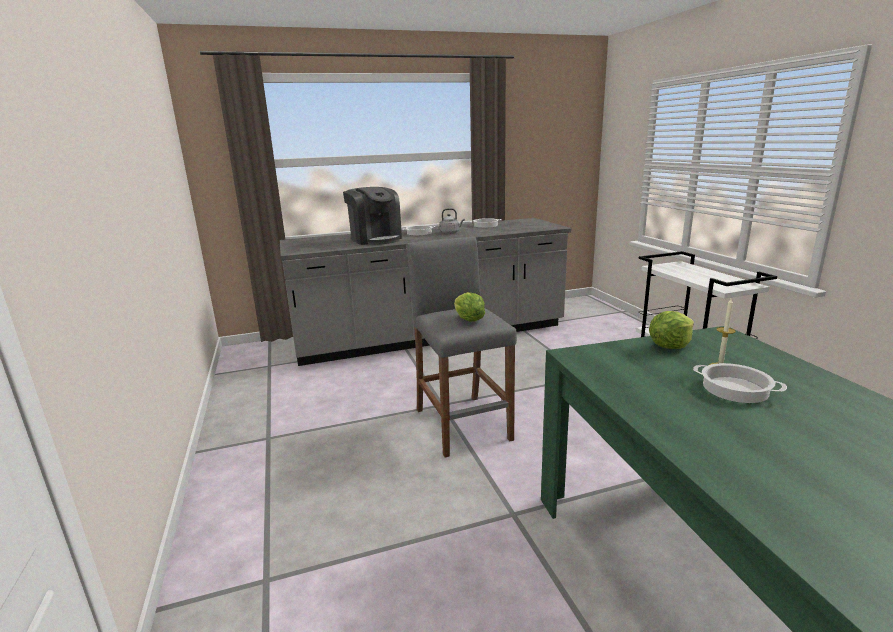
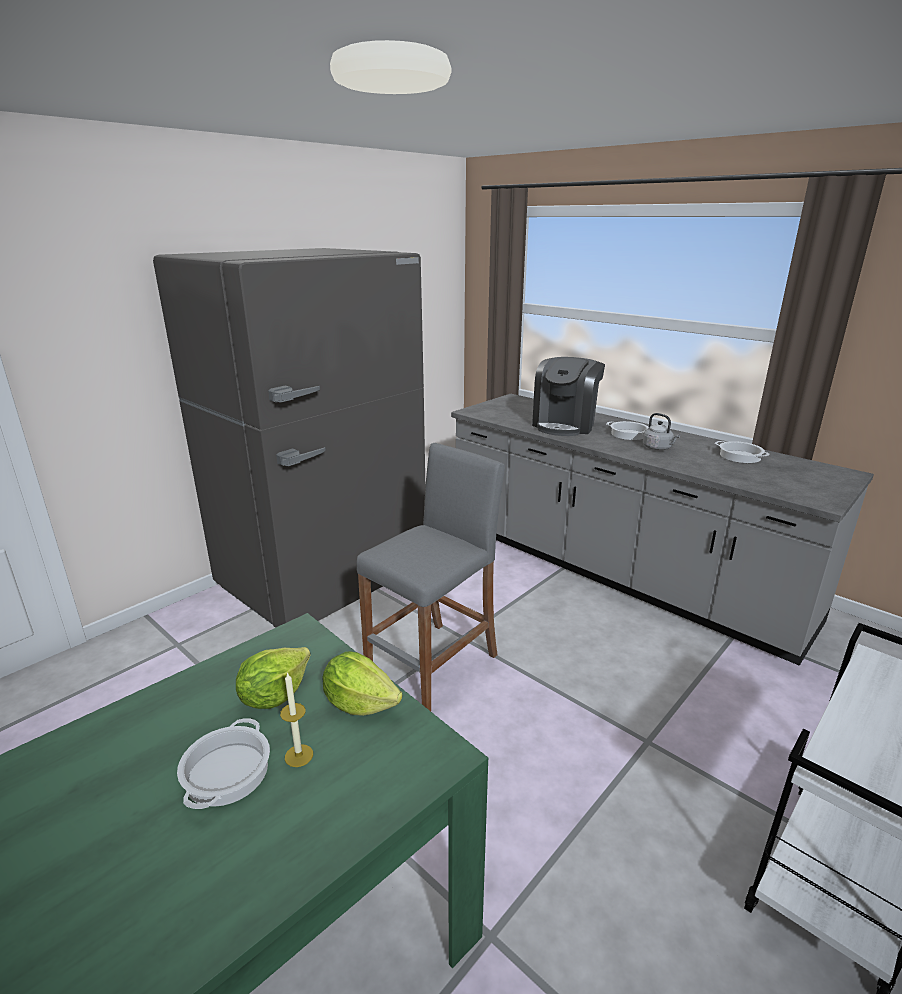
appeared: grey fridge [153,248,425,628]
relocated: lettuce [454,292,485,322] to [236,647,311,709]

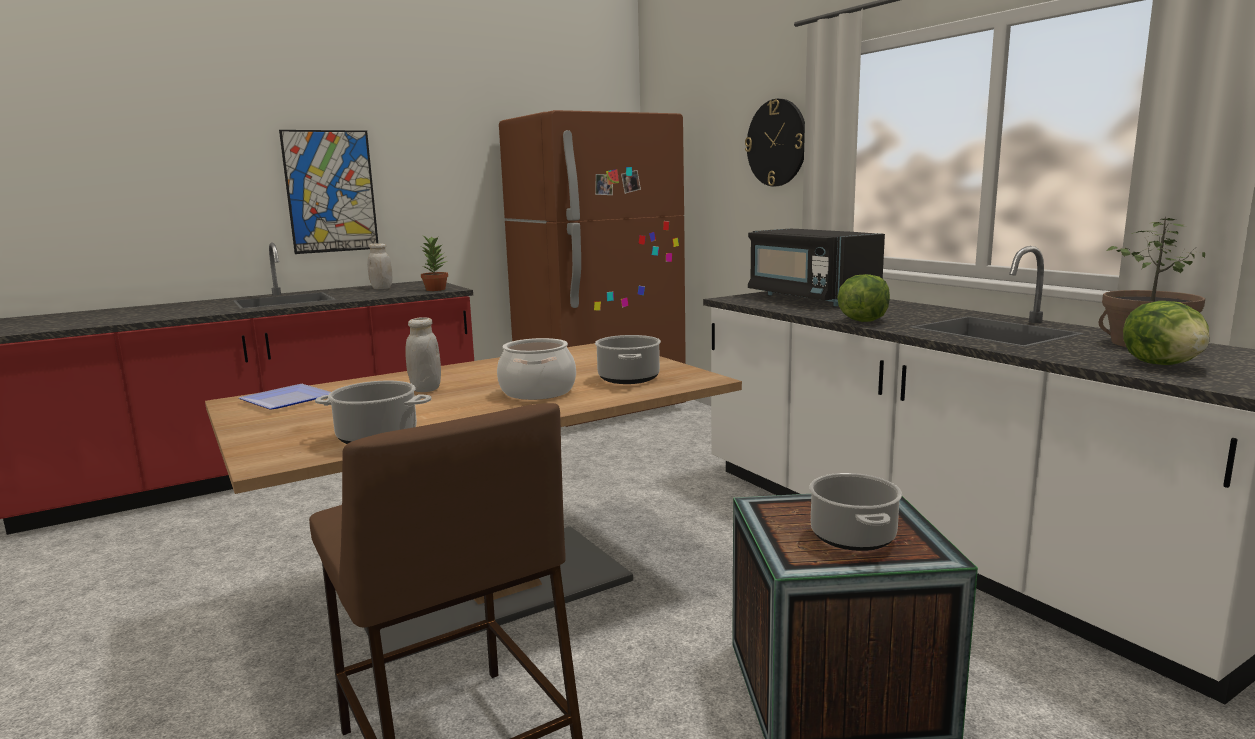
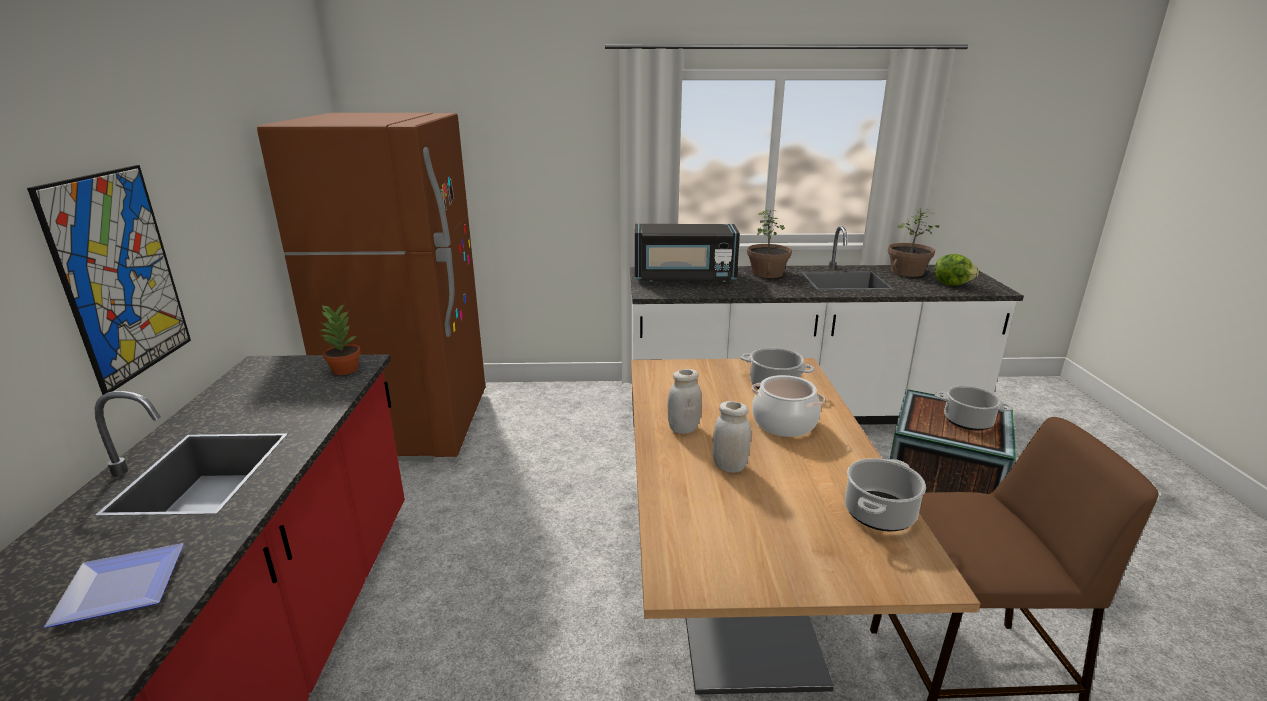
missing: wall clock [745,99,805,186]; lettuce [837,274,890,322]
appeared: potted plant [747,209,792,278]
relocated: plate [239,384,331,410] to [44,543,183,628]; white jar [367,243,392,289] to [668,369,702,434]

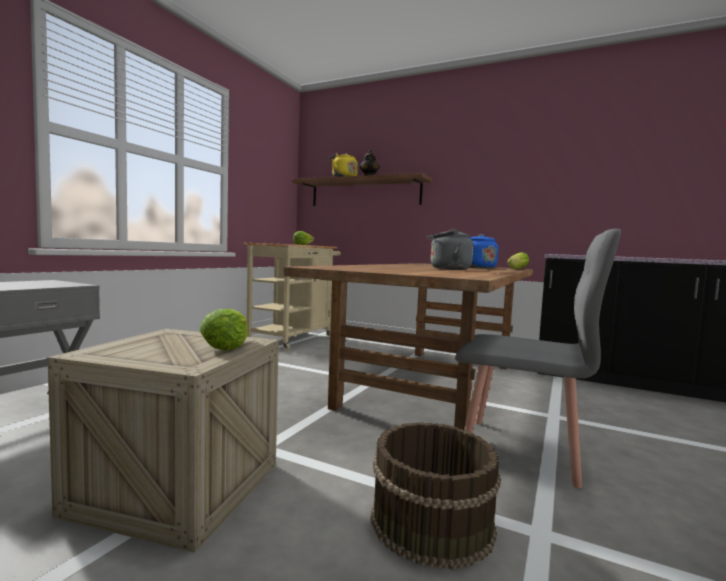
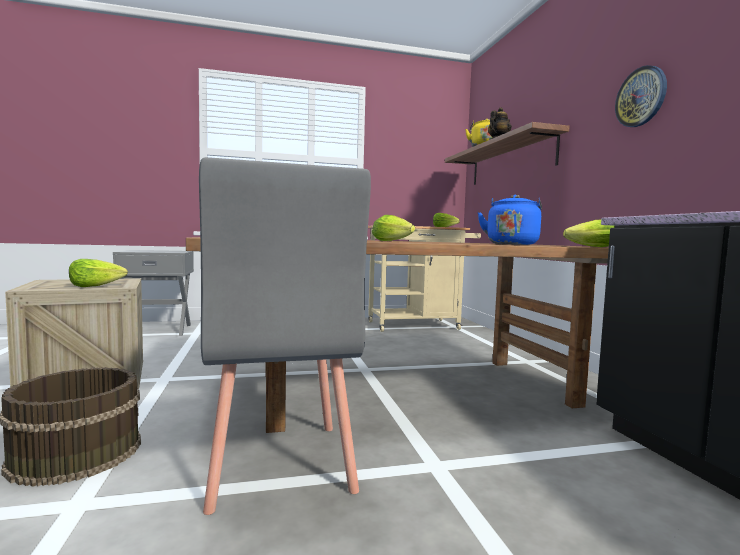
appeared: wall clock [615,65,667,127]
exchanged: grey kettle [427,229,473,270] to lettuce [372,215,415,241]

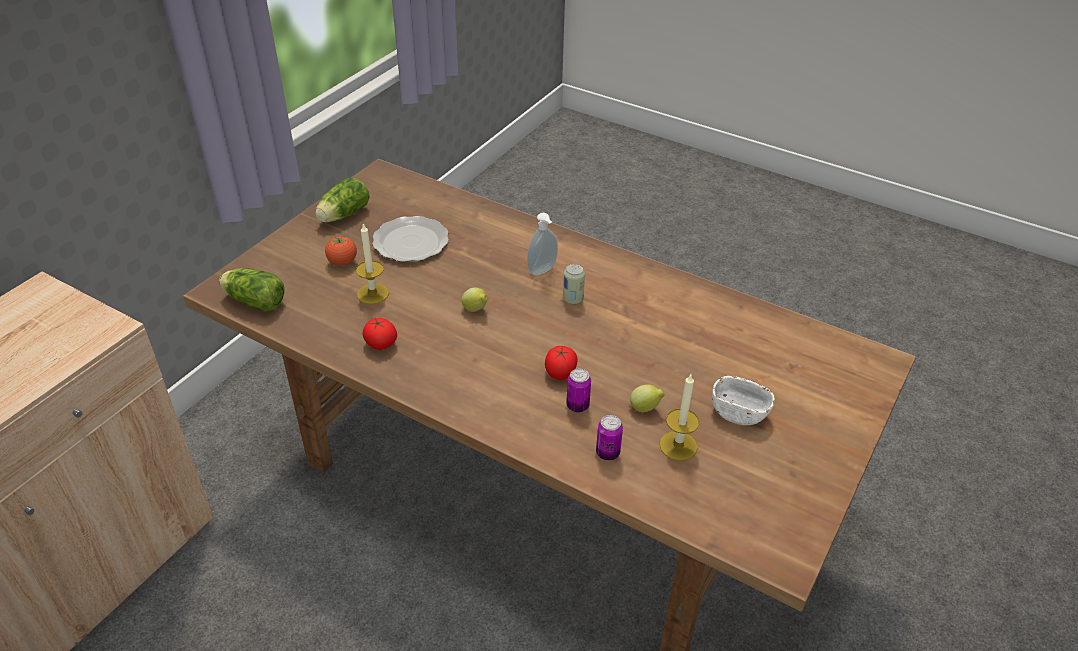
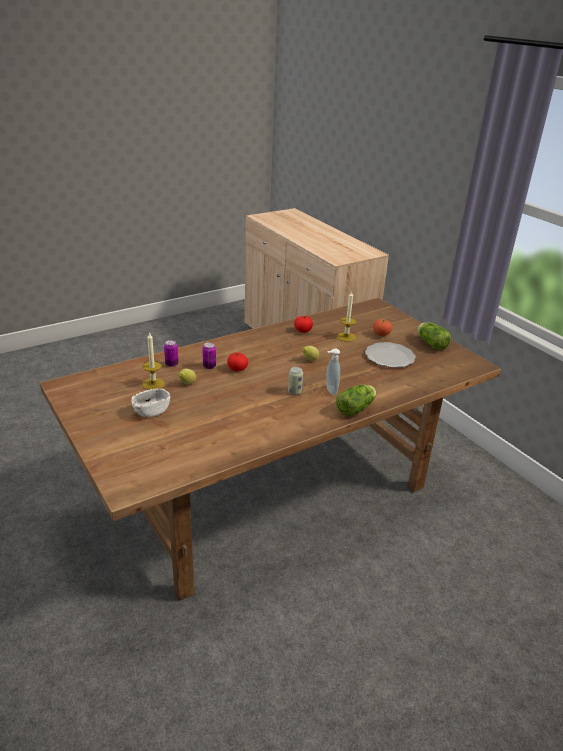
relocated: lettuce [219,268,285,311] to [336,384,376,416]

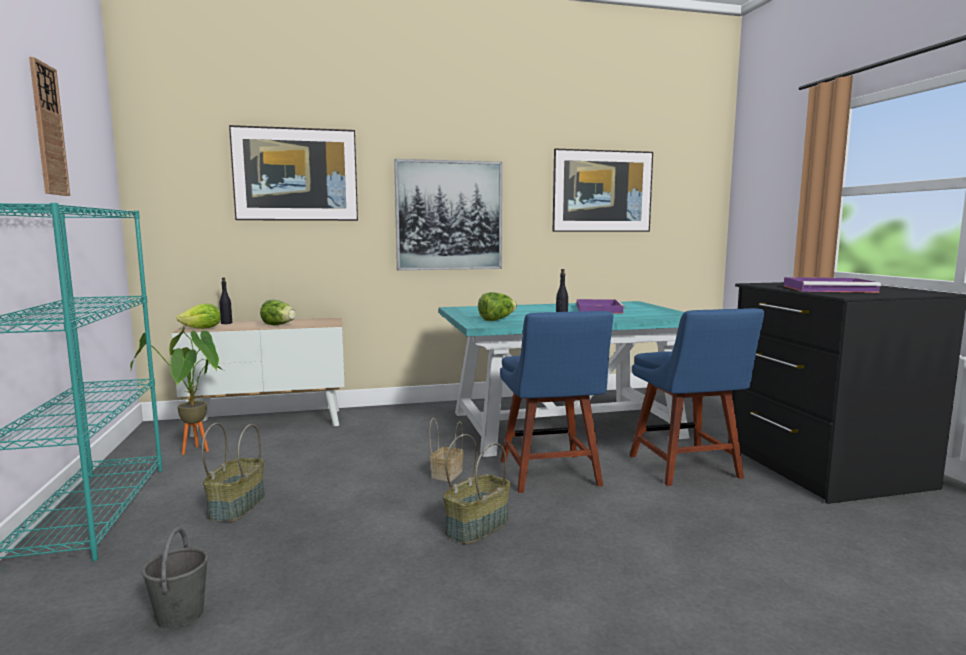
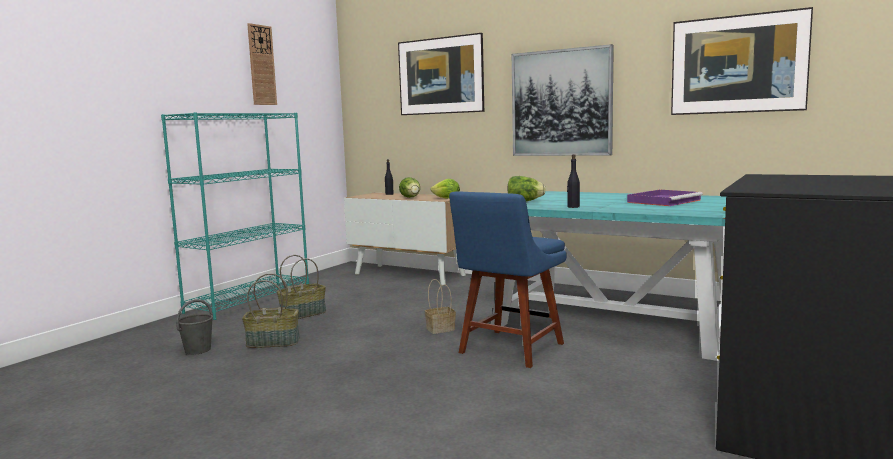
missing: potted plant [130,324,223,455]; blue chair [629,308,764,486]; purple tray [784,277,881,293]
relocated: lettuce [177,303,221,329] to [431,179,460,199]; basket [443,434,511,544] to [242,273,300,348]

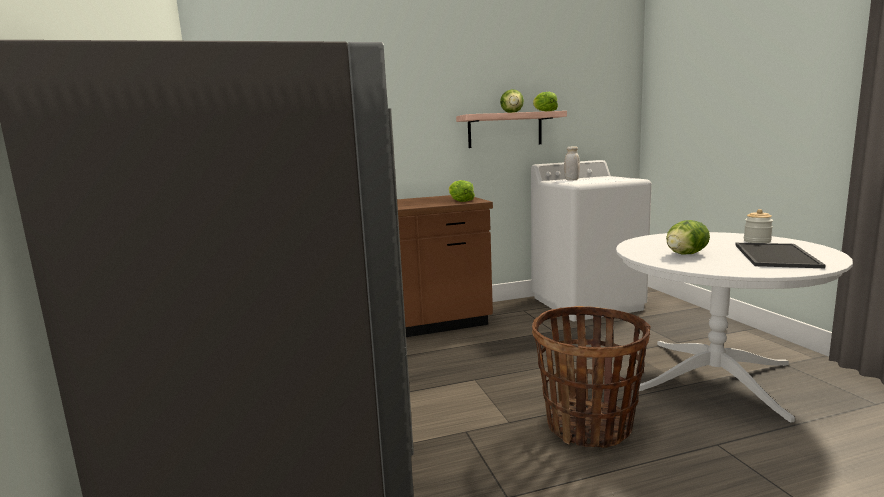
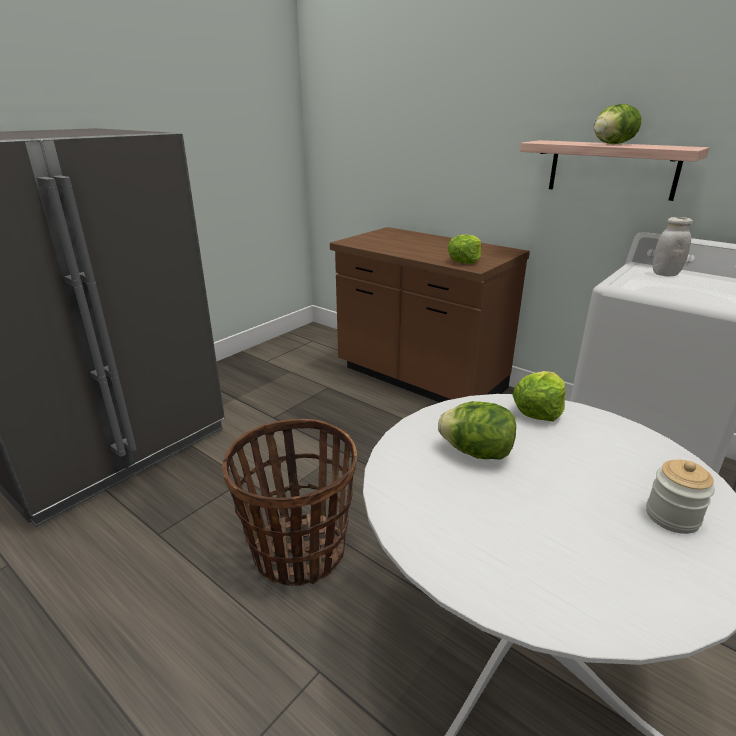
missing: tray [735,243,826,268]
relocated: lettuce [533,92,558,111] to [512,371,565,422]

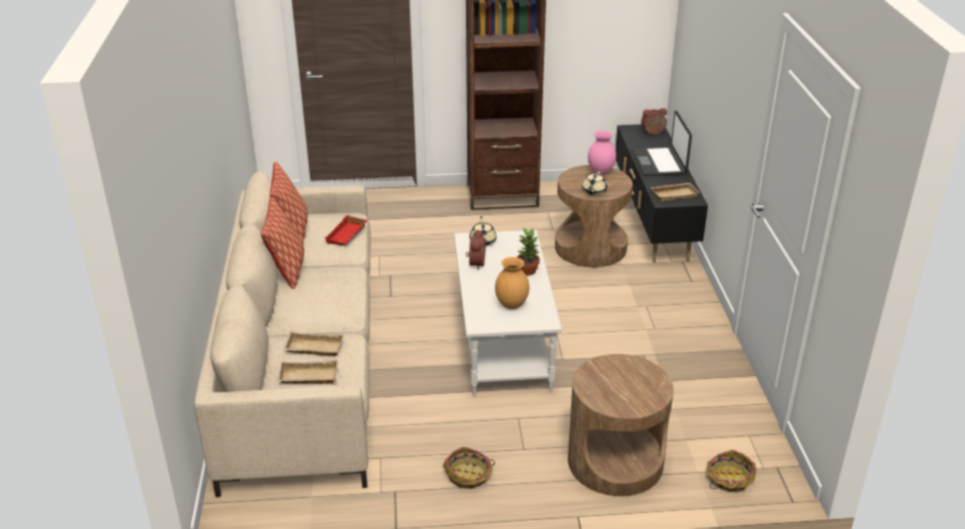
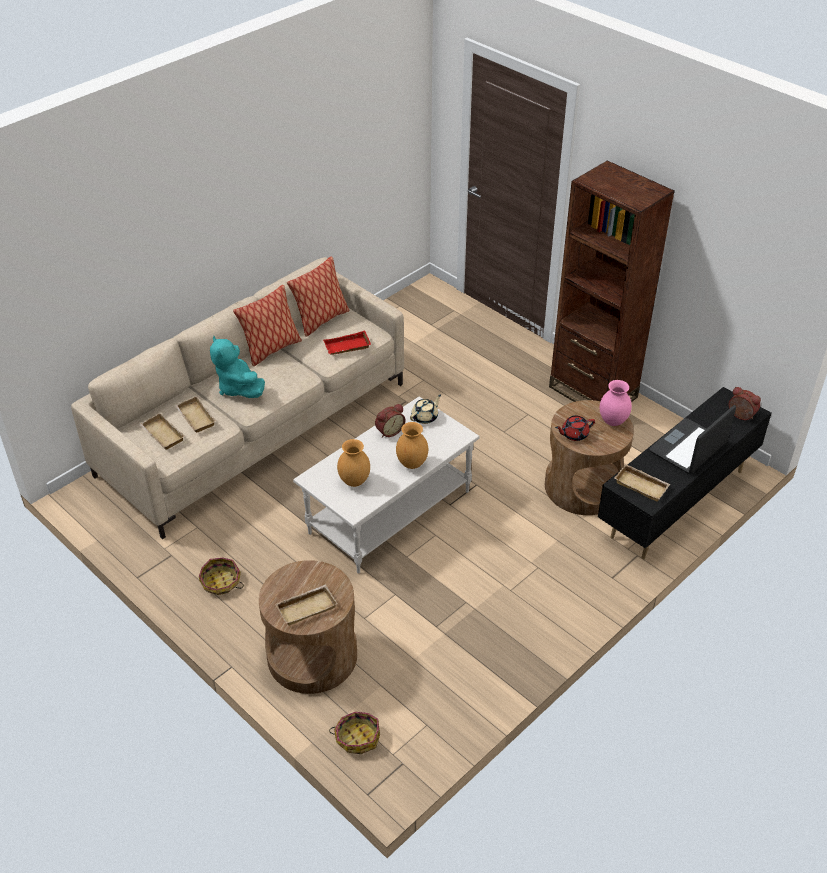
appeared: turquoise plush toy [210,336,265,398]; beige tray [275,585,338,626]
exchanged: potted plant [517,228,541,275] to brown vase [396,422,428,469]
colour: beige teapot [582,172,607,195] to red teapot [555,416,595,441]

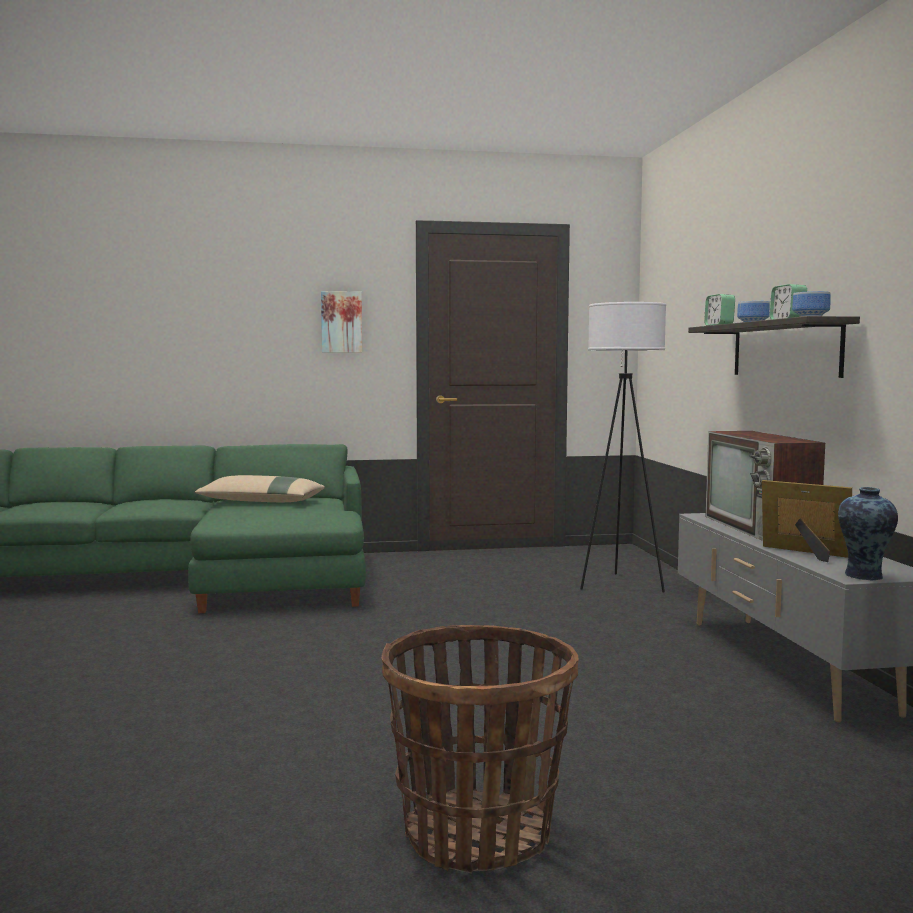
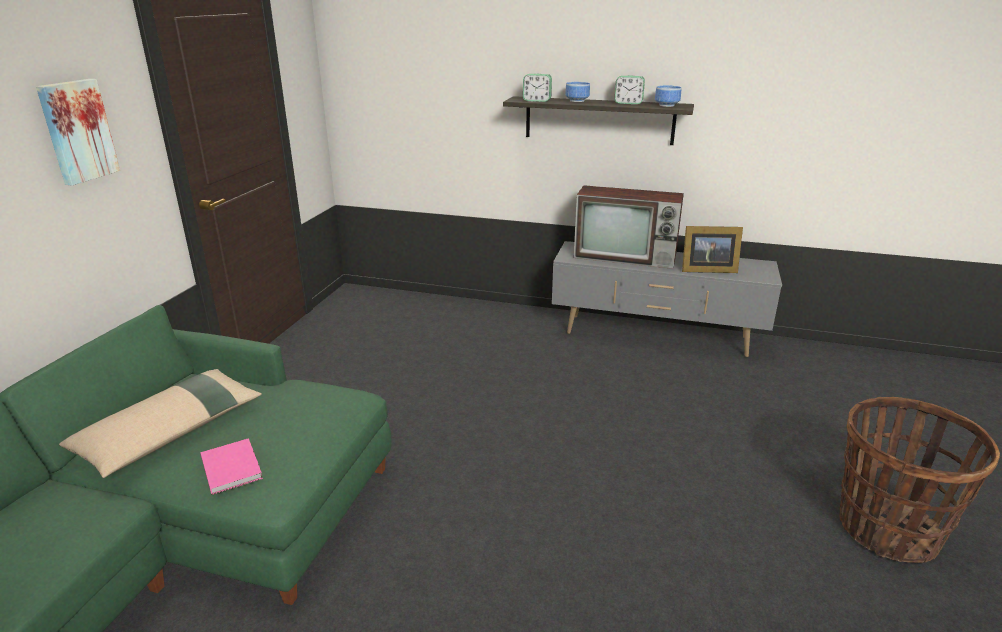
missing: white floor lamp [580,302,666,592]; vase [838,487,898,580]
appeared: pink book [200,438,263,495]
spun: picture frame [762,480,852,562] = [682,226,743,273] 150 degrees counterclockwise

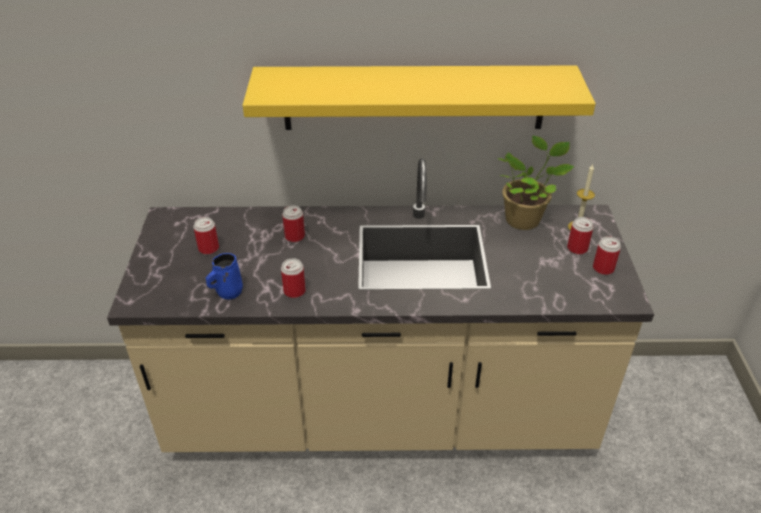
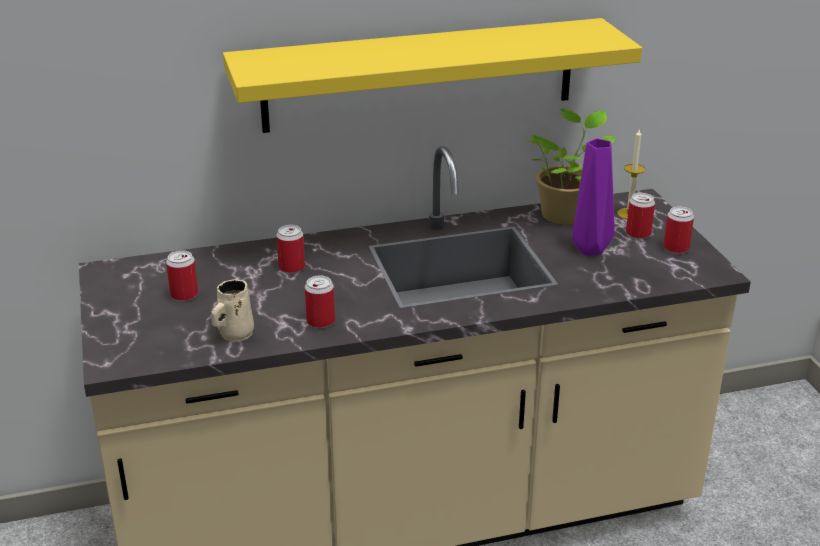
appeared: purple vase [572,138,615,255]
colour: blue mug [206,253,243,299] to beige mug [211,279,254,342]

